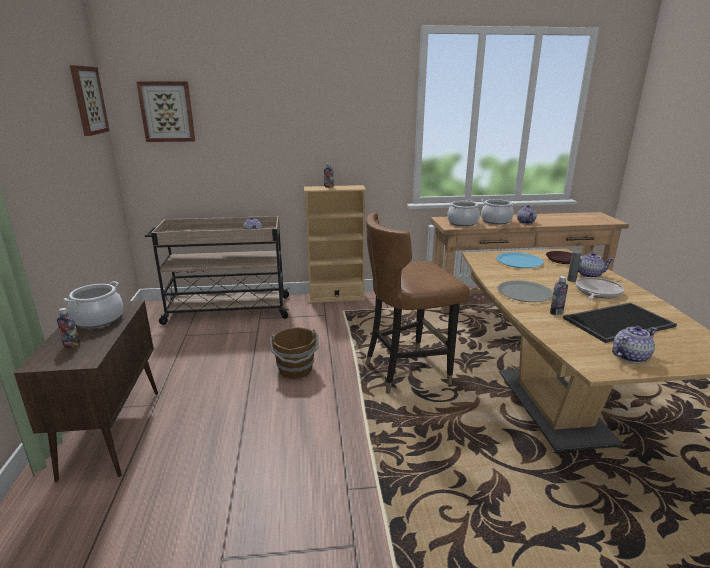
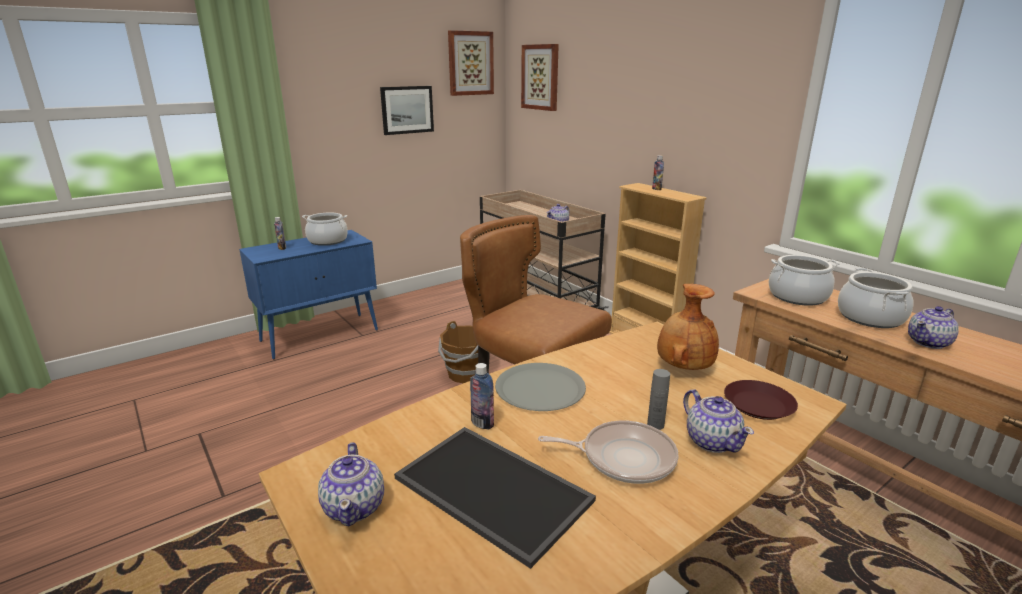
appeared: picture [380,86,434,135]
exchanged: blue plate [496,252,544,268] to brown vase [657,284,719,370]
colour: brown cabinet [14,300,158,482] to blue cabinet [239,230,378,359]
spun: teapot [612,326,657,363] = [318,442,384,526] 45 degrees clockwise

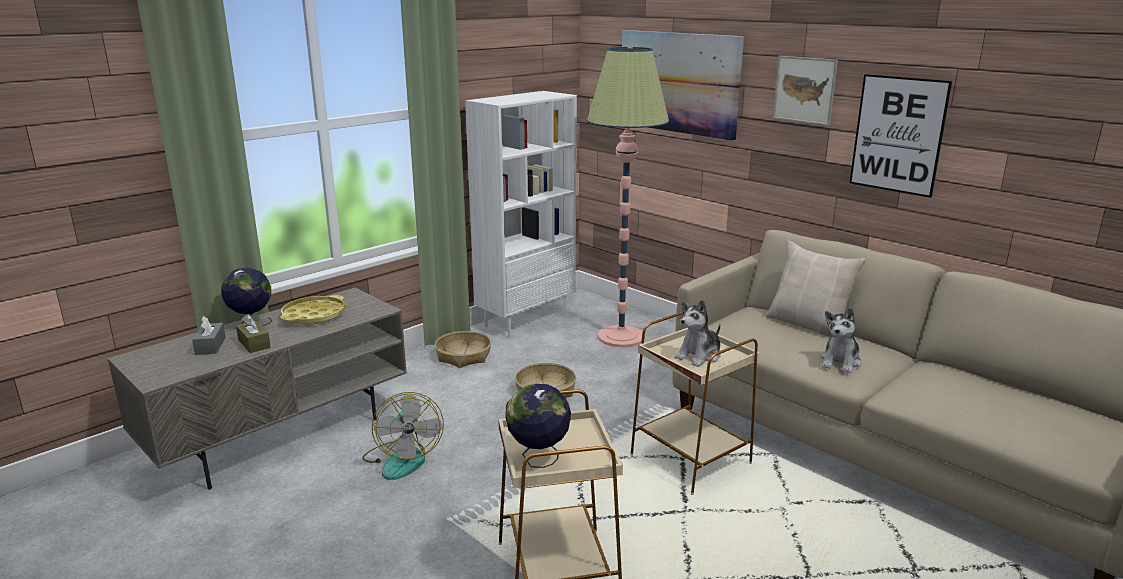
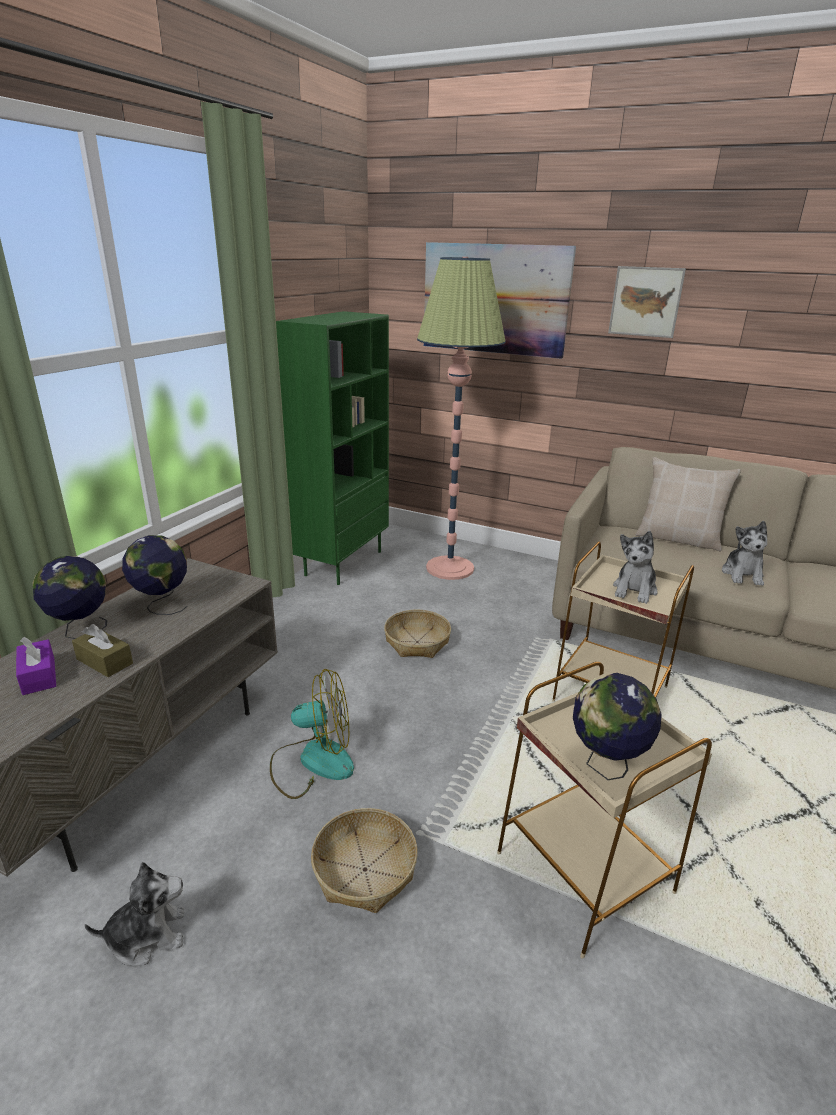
missing: picture [850,74,952,198]
appeared: plush toy [84,862,184,966]
relocated: basket [435,331,491,368] to [311,808,418,913]
exchanged: yellow tray [280,295,345,324] to globe [122,535,188,615]
colour: grey tissue box [192,316,226,355] to purple tissue box [16,637,56,695]; white bookcase [465,91,577,338] to green bookcase [276,311,389,585]
spun: fan [362,392,444,480] = [270,669,354,799] 60 degrees counterclockwise

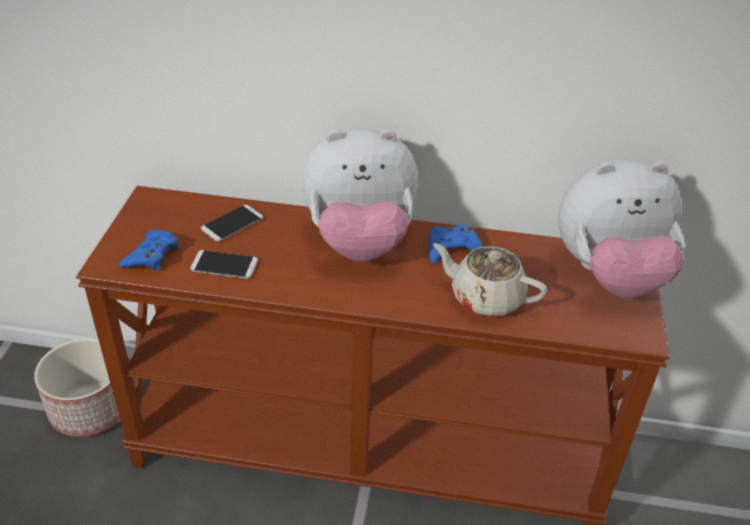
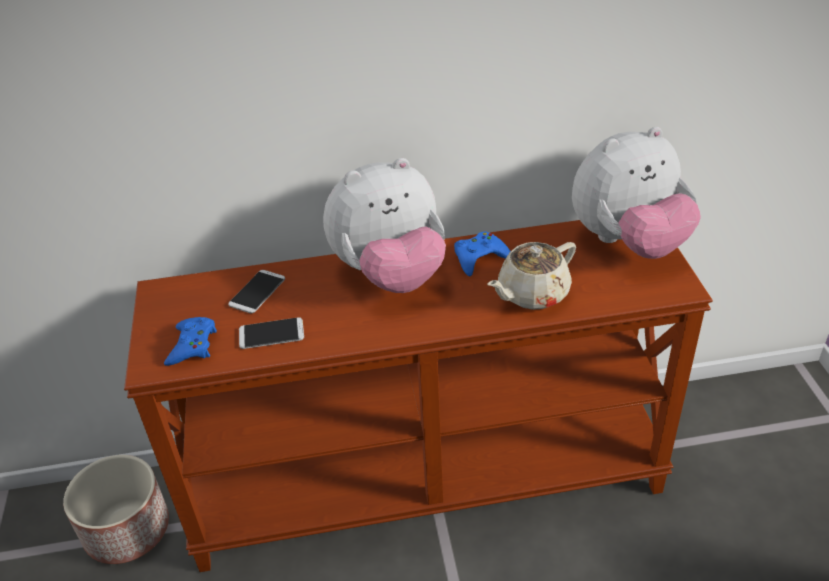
spun: beige teapot [433,243,547,317] = [488,242,576,310] 45 degrees counterclockwise

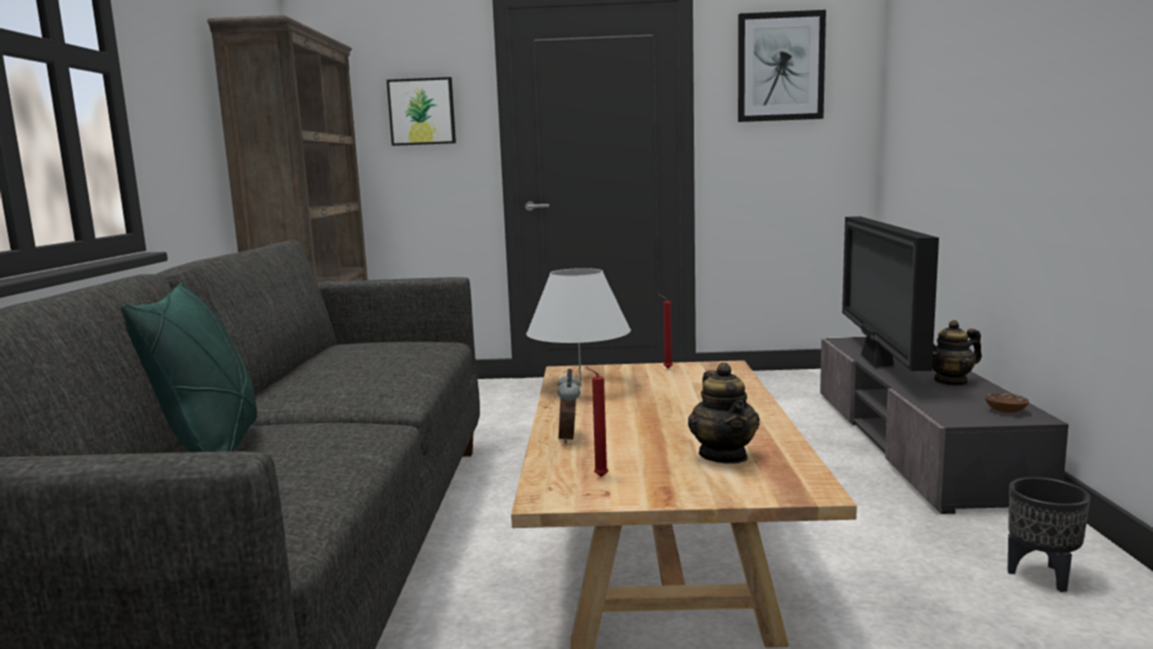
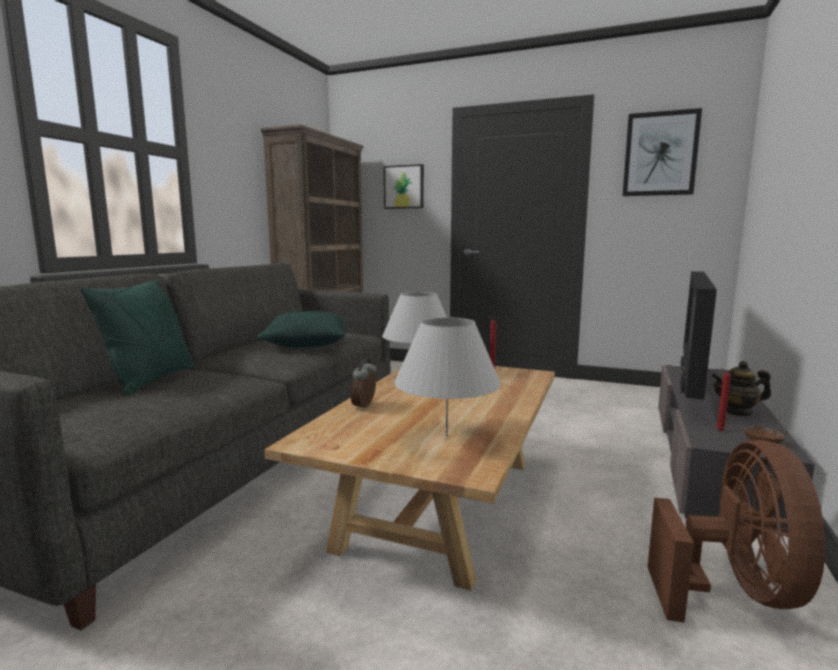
appeared: green pillow [257,311,346,348]
relocated: red candle [585,367,608,477] to [716,367,731,431]
exchanged: teapot [688,362,760,464] to white table lamp [394,317,501,437]; black planter [1008,477,1090,592] to brown fan [648,440,825,623]

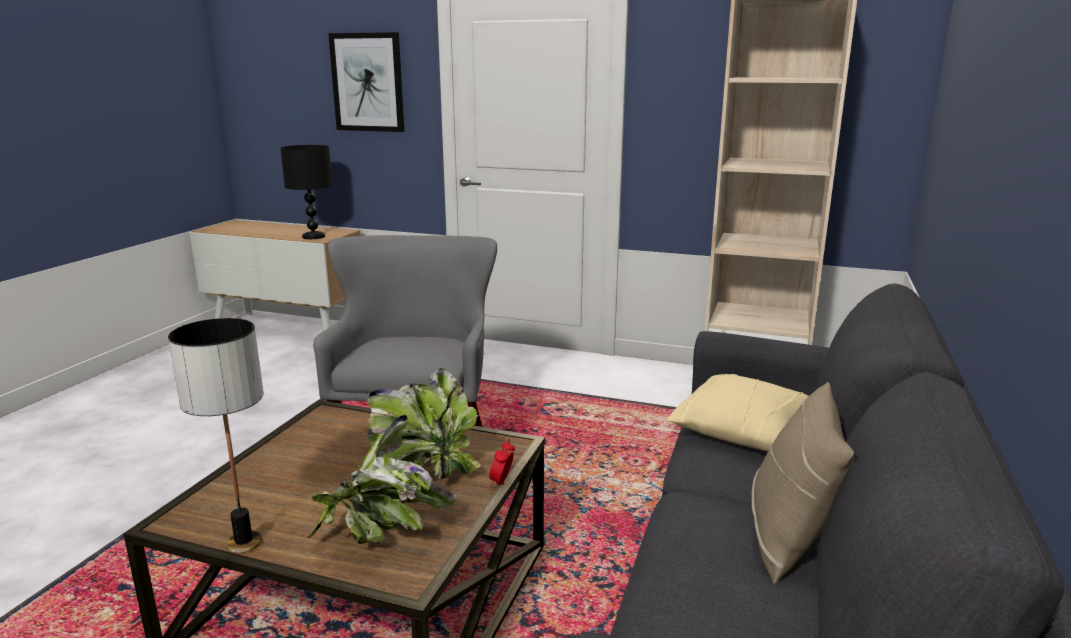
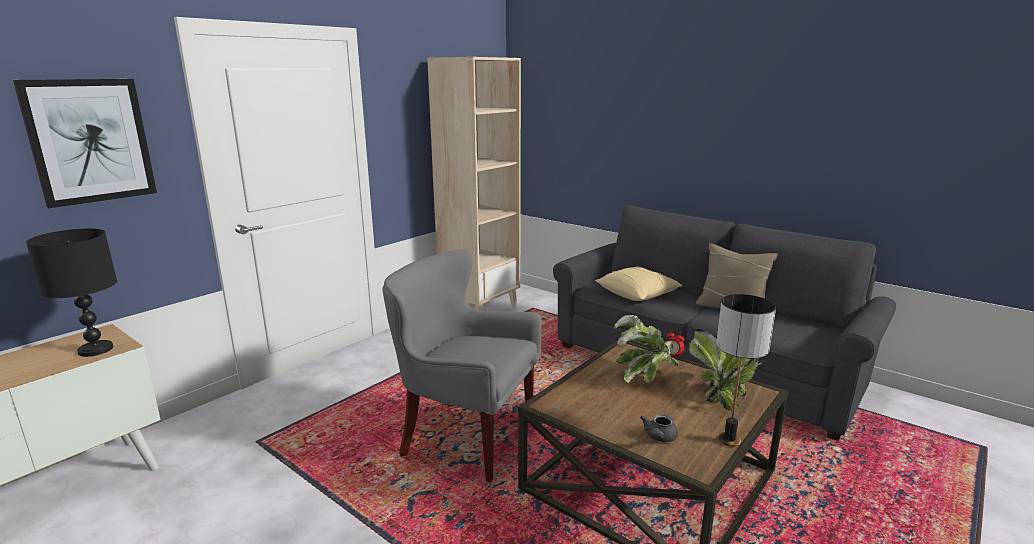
appeared: grey teapot [640,414,678,442]

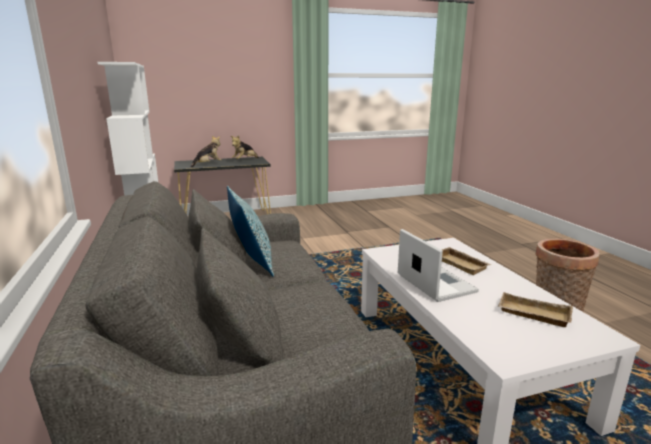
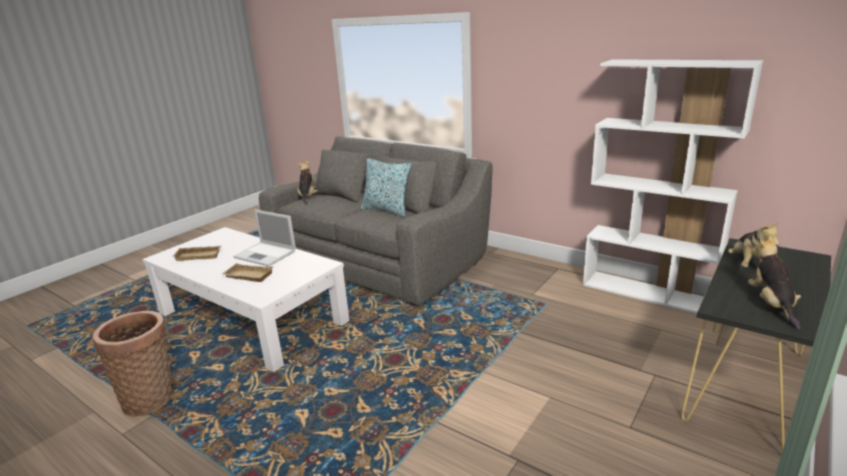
appeared: plush toy [297,160,318,205]

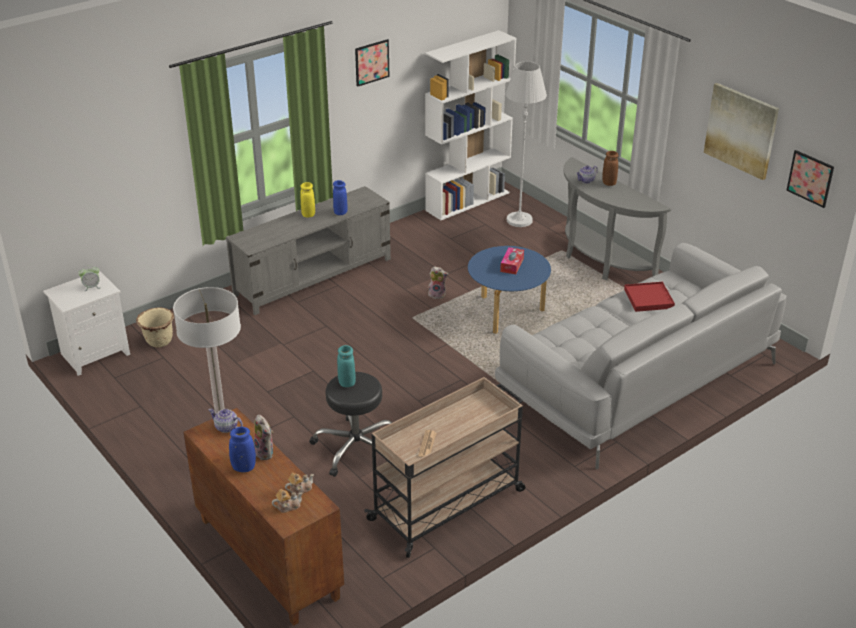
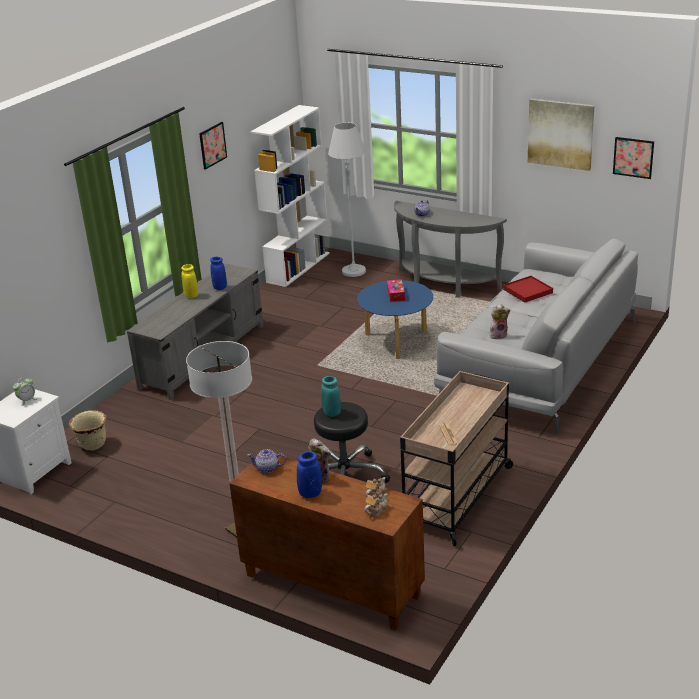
missing: brown vase [602,151,619,186]
relocated: plush toy [428,266,449,299] to [490,304,511,339]

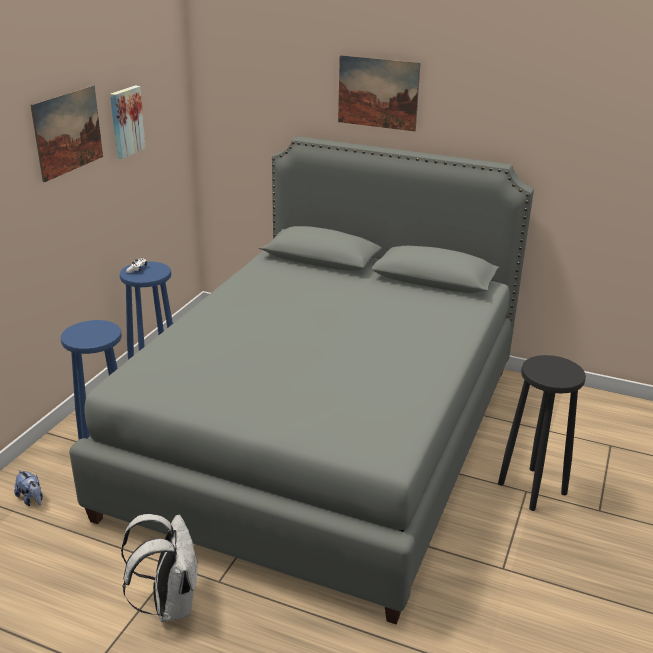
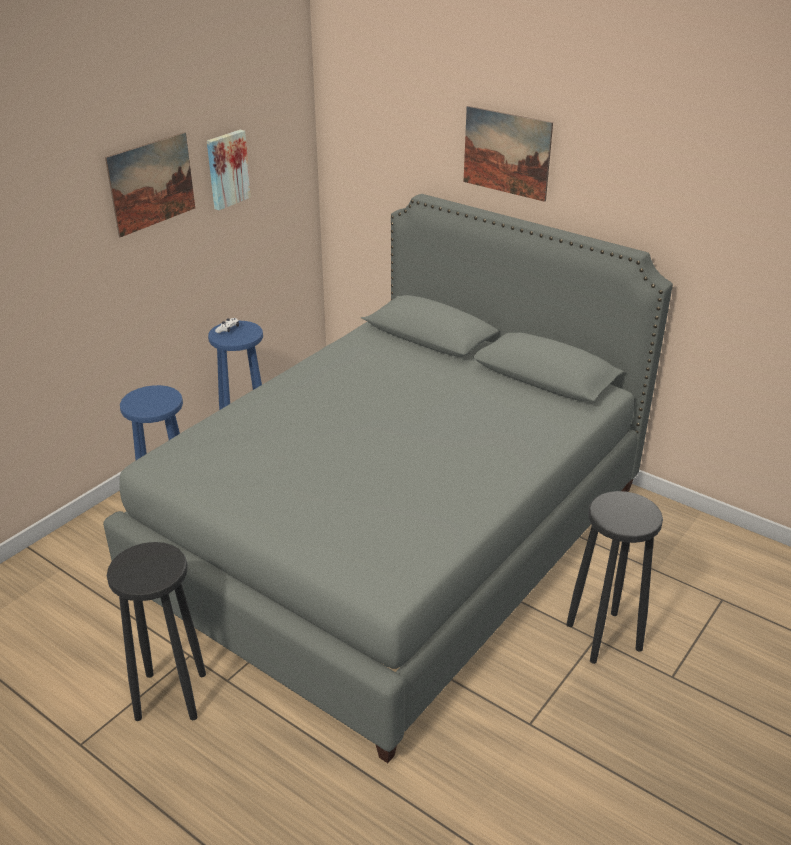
missing: plush toy [14,470,43,506]
exchanged: white backpack [121,514,198,622] to black stool [107,542,206,721]

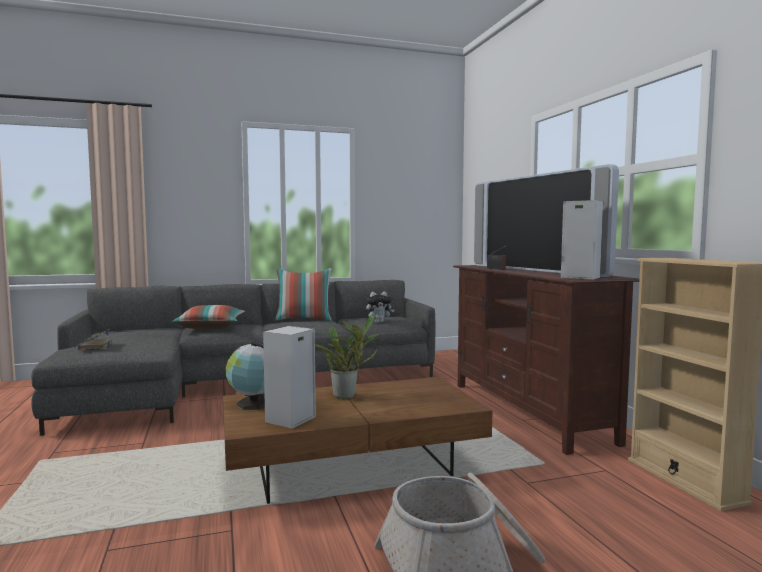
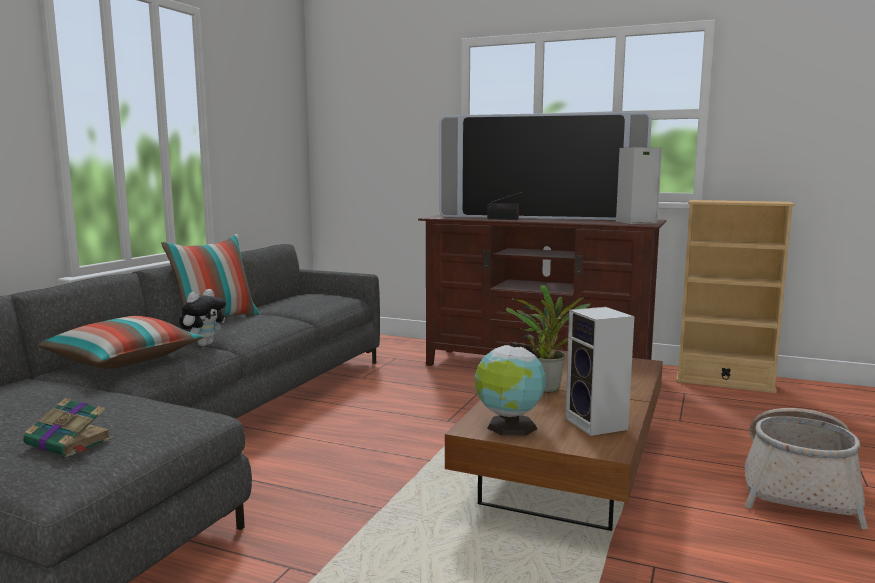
relocated: plush toy [366,292,394,323] to [179,289,226,346]

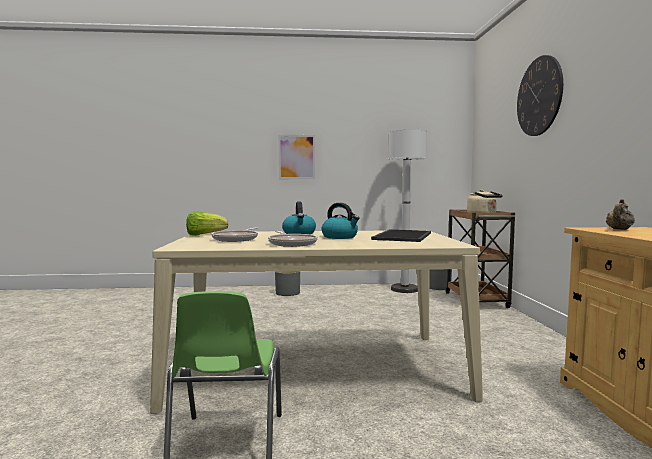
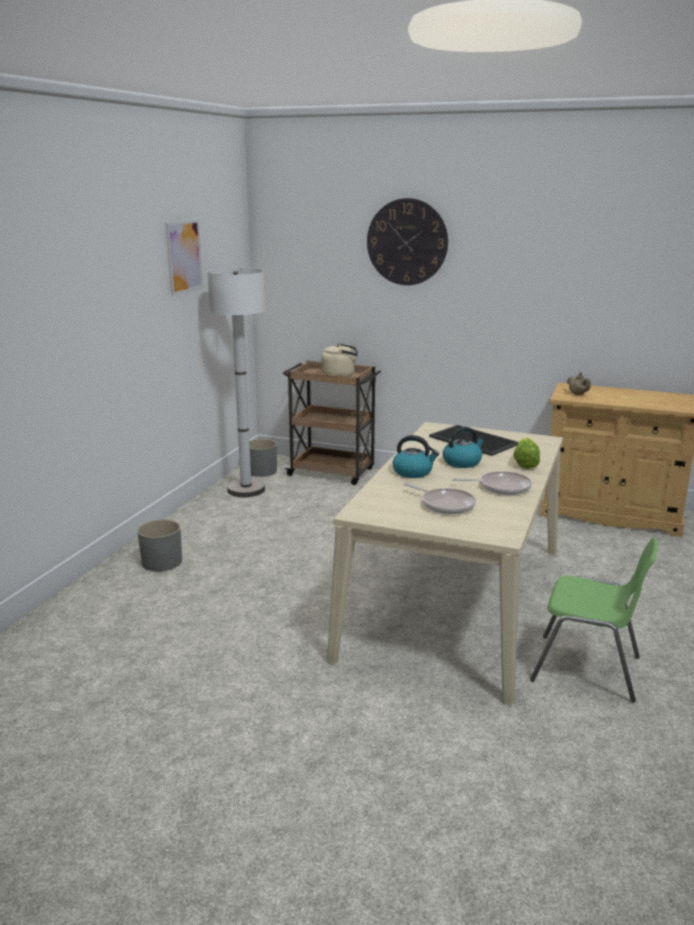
relocated: lettuce [186,211,229,236] to [513,438,540,469]; picture [278,135,315,179] to [166,219,203,296]

